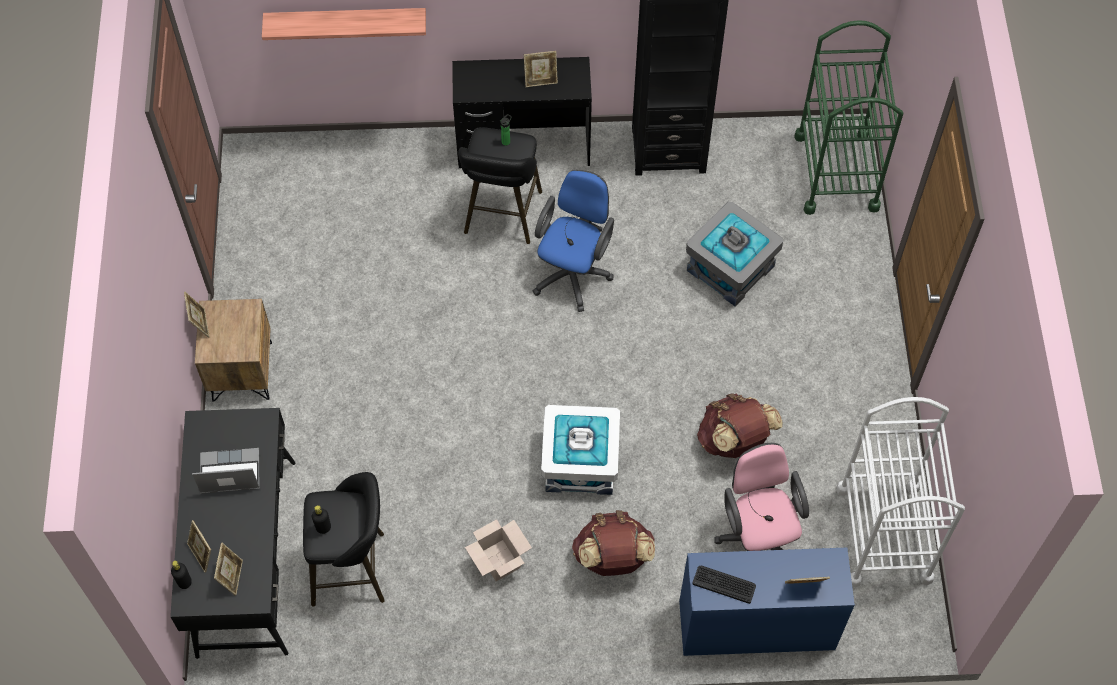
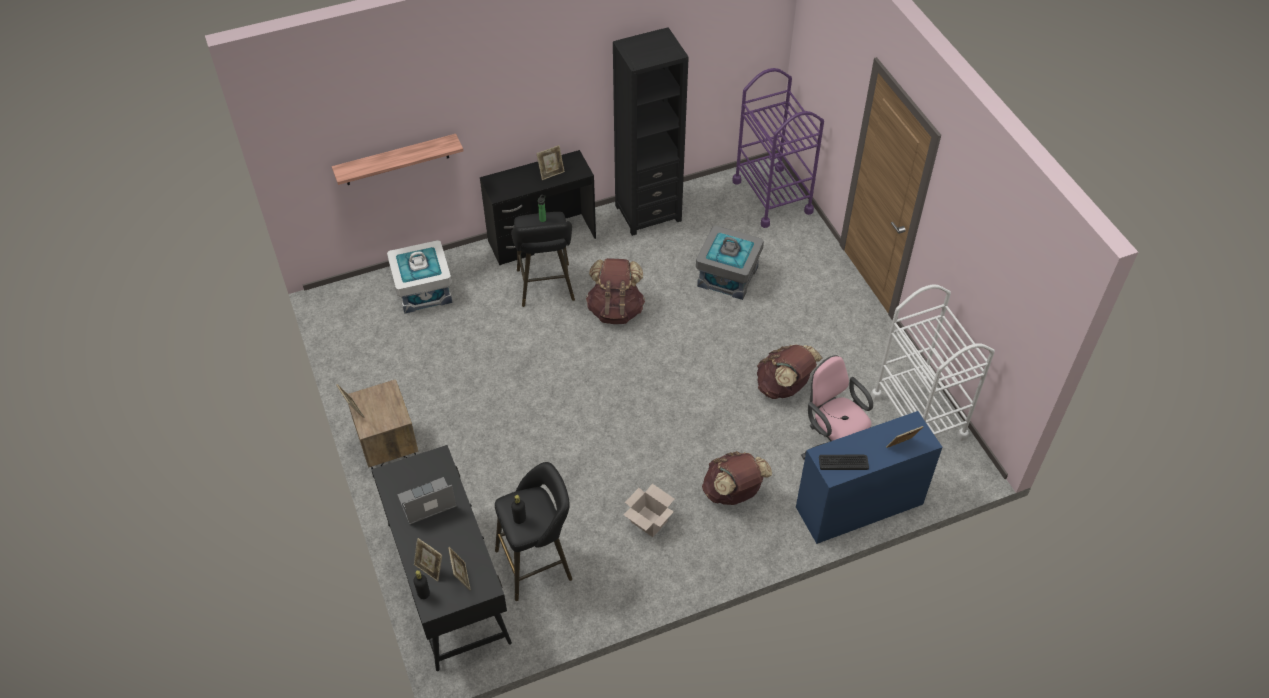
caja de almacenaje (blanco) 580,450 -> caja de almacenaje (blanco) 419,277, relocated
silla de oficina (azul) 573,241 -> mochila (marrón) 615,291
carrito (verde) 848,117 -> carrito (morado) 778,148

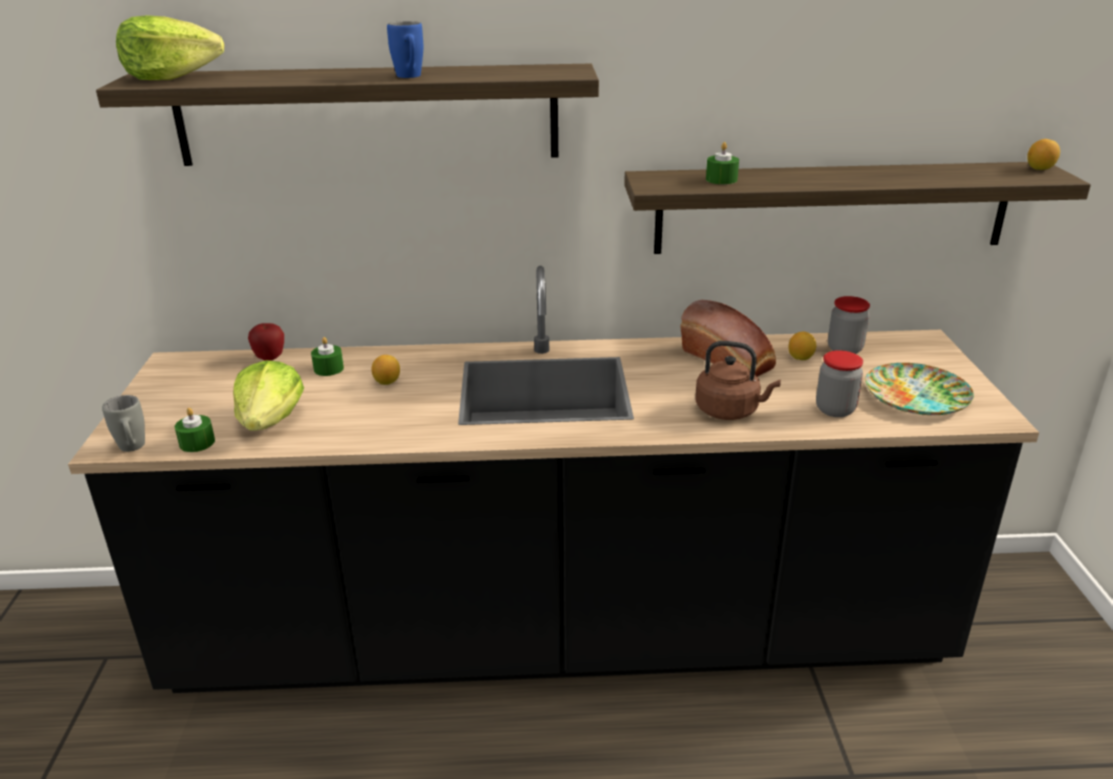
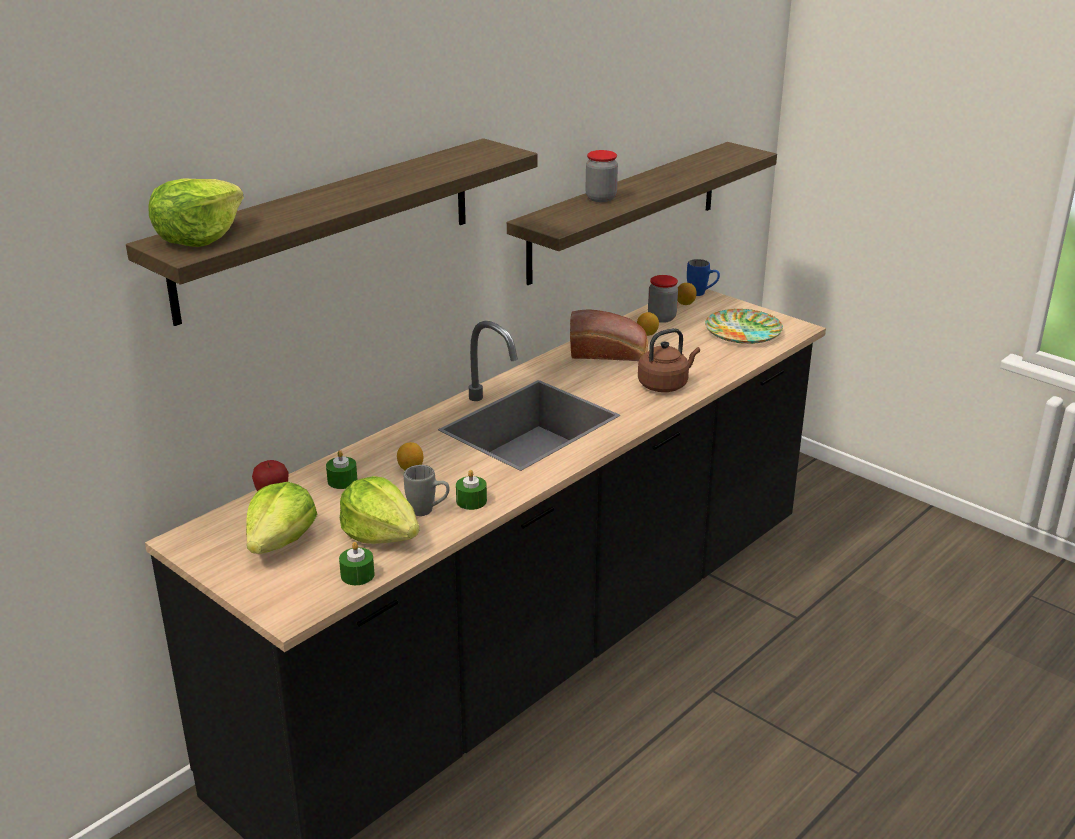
none -> lechuga 281,518
taza grande (gris) 123,423 -> taza grande (gris) 427,490, relocated
taza grande (azul) 405,49 -> taza grande (azul) 703,277, relocated
vela (verde) 722,163 -> vela (verde) 471,490, relocated
tarro 839,383 -> tarro 601,176, relocated
limón 1043,154 -> limón 687,294, relocated

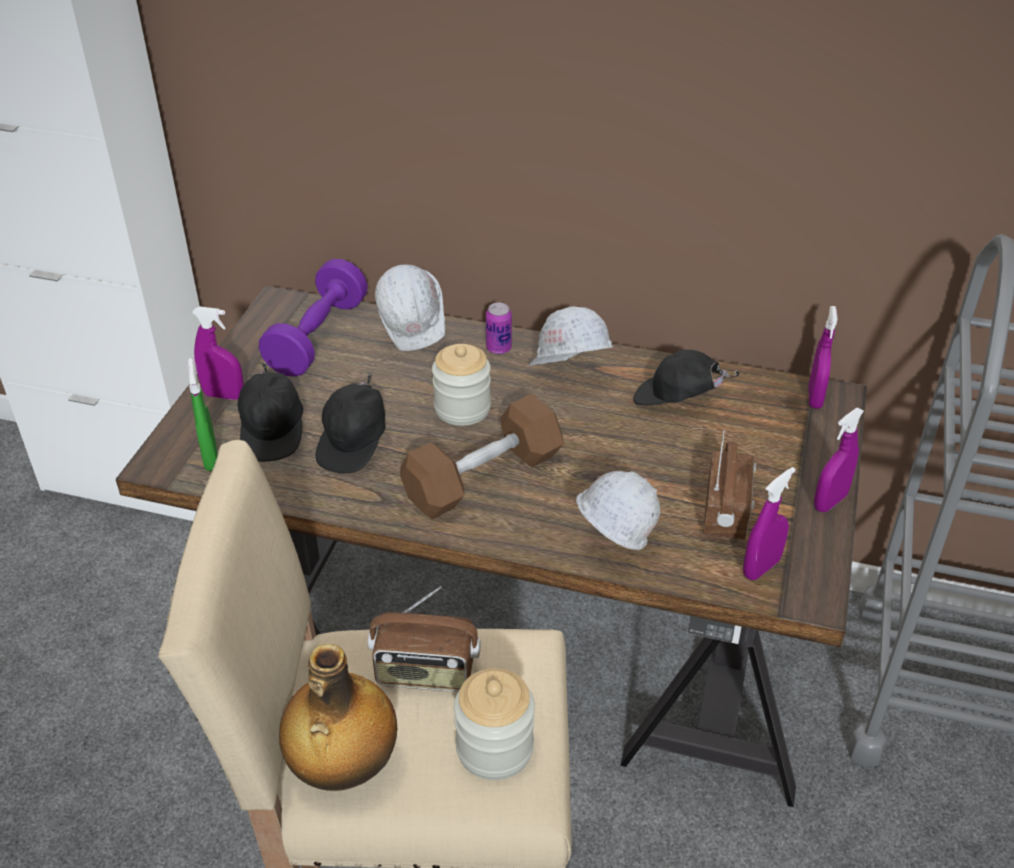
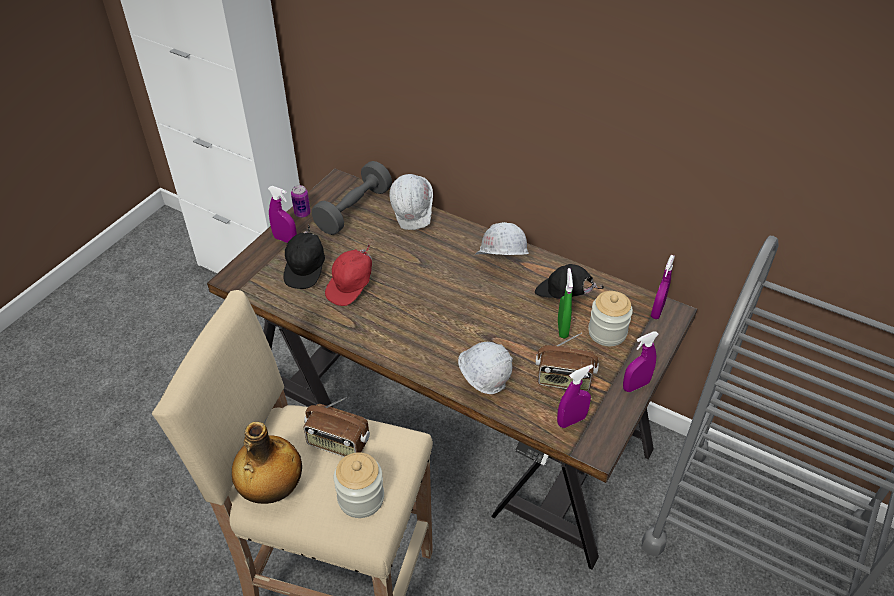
mancuerna (marrón) 482,456 -> none
pulverizador (verde) 202,414 -> pulverizador (verde) 565,303, relocated
tarro 461,385 -> tarro 610,318, relocated
lata 499,328 -> lata 301,201, relocated
mancuerna (morado) 313,318 -> mancuerna (gris) 352,198
gorra (negro) 351,422 -> gorra (rojo) 348,275
radio 729,485 -> radio 567,361, 75 degrees clockwise

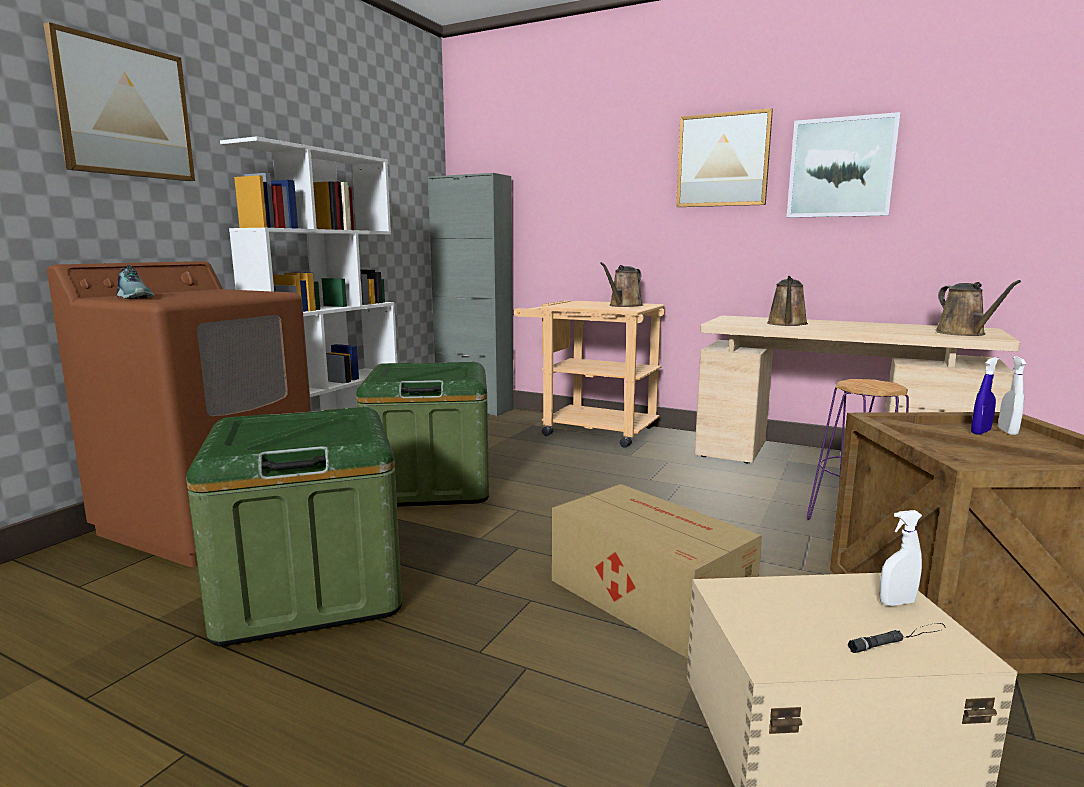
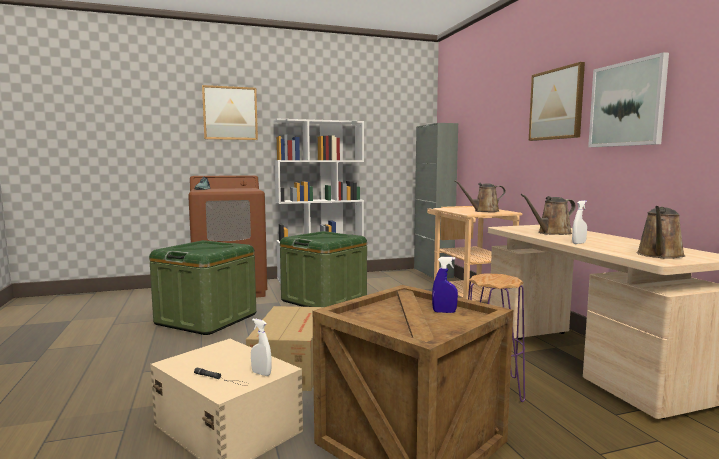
pulverizador (blanco) 1012,395 -> pulverizador (blanco) 579,222, relocated

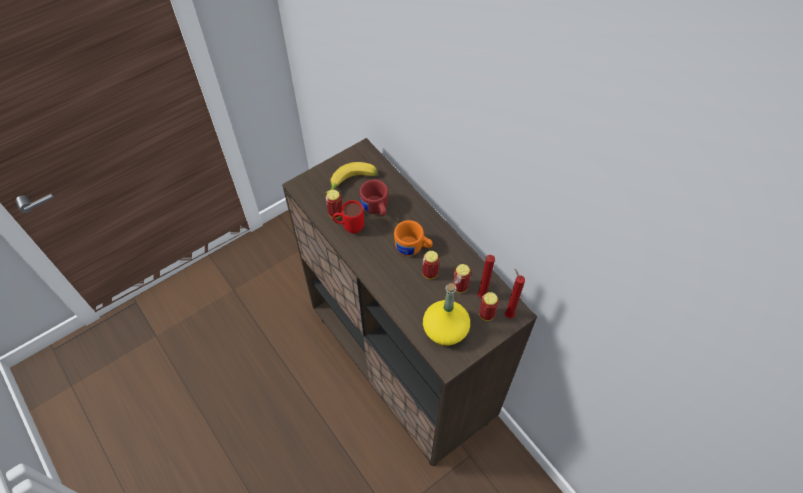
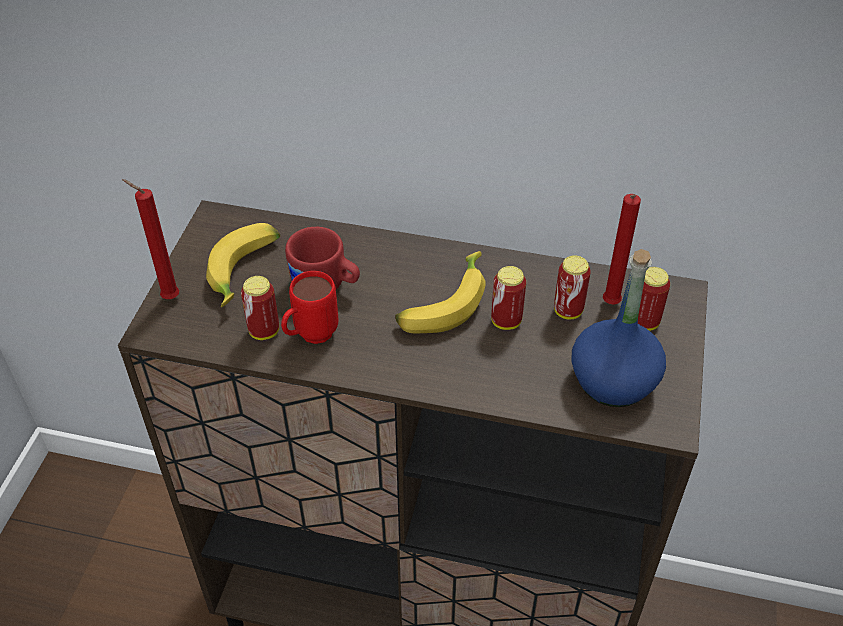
vela (rojo) 515,293 -> vela (rojo) 150,239, relocated
taza grande (naranja) 413,238 -> plátano 440,292
botella (amarillo) 446,314 -> botella (azul) 618,328

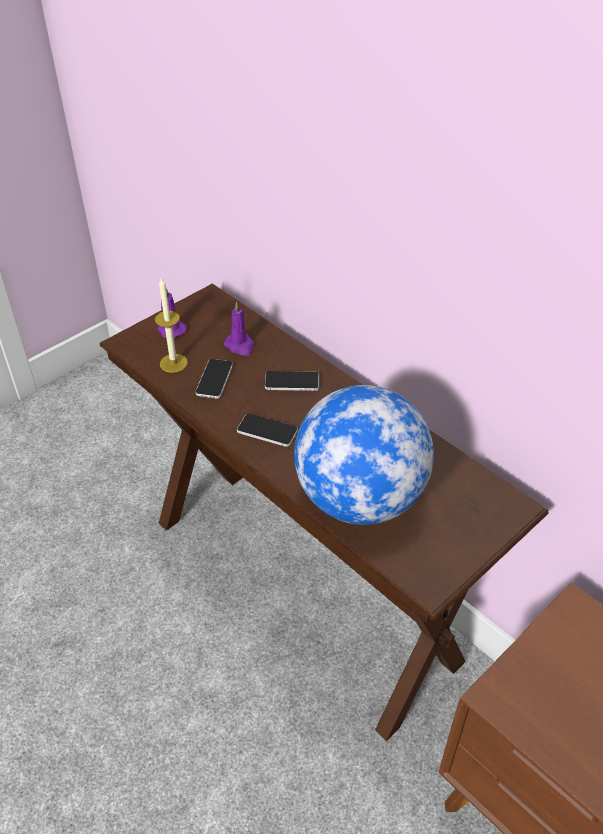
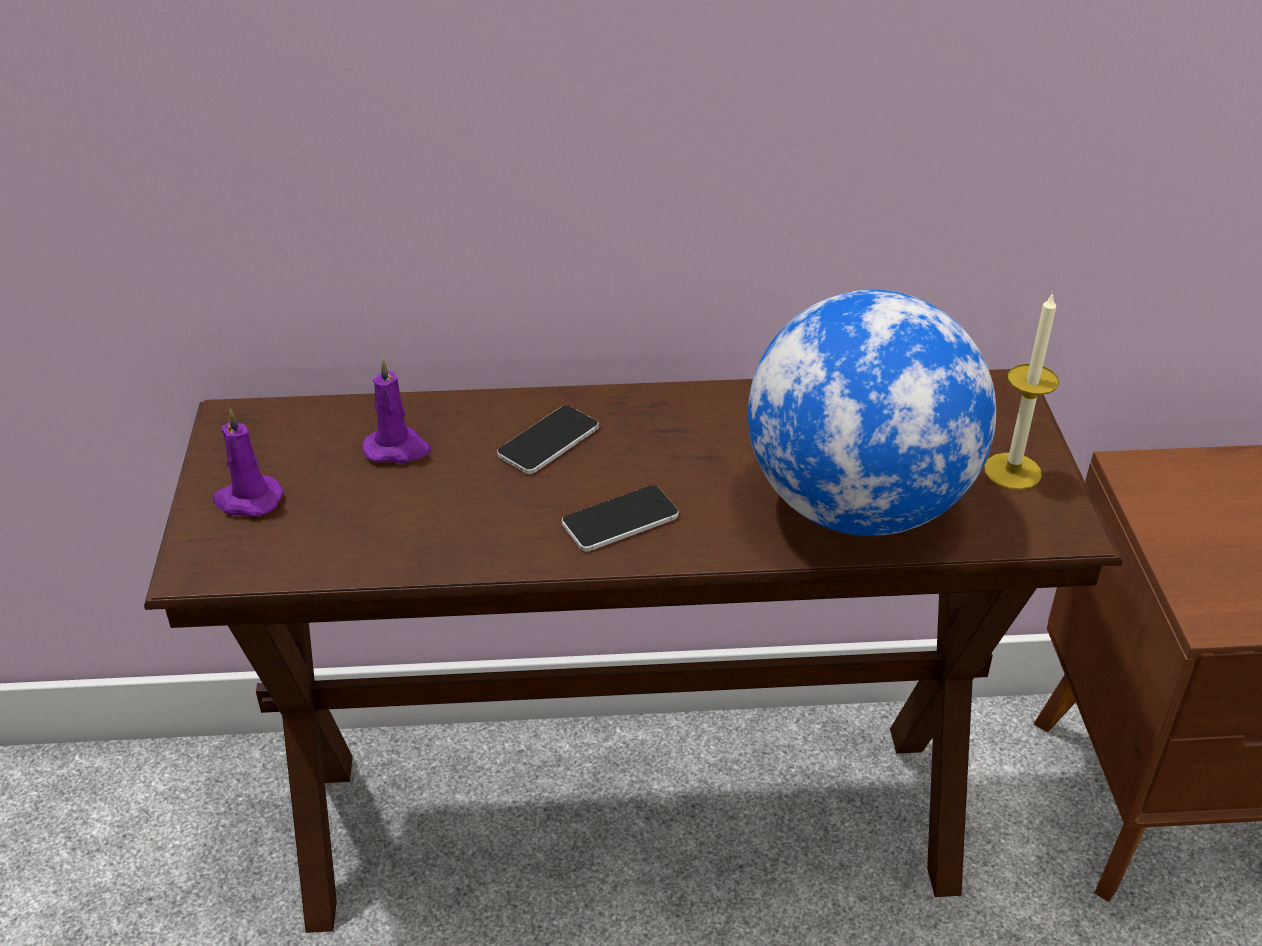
móvil 214,379 -> none
vela 171,325 -> vela 1021,391, relocated

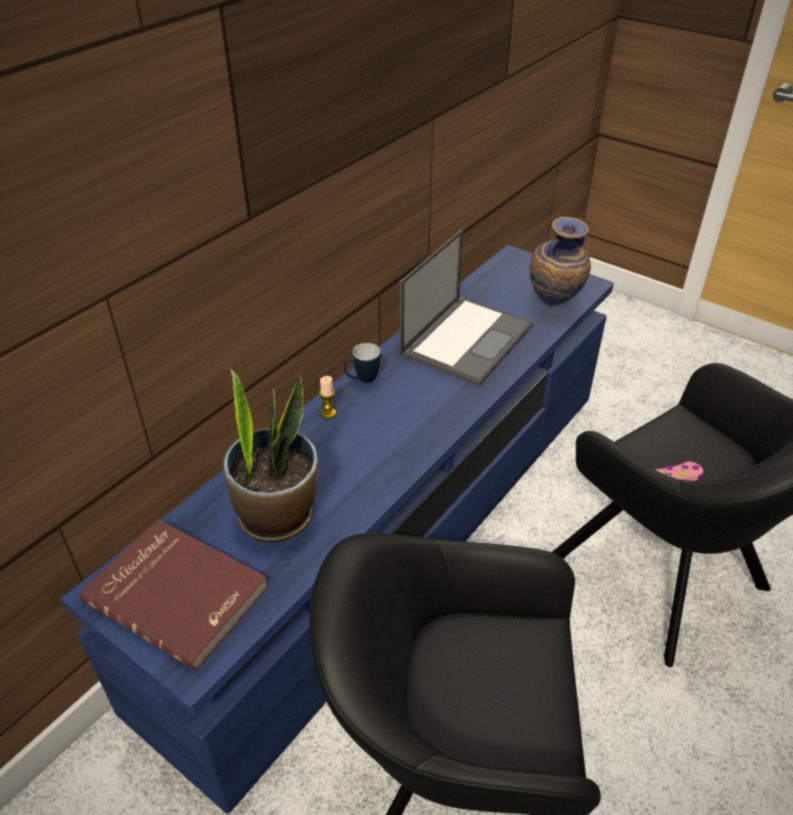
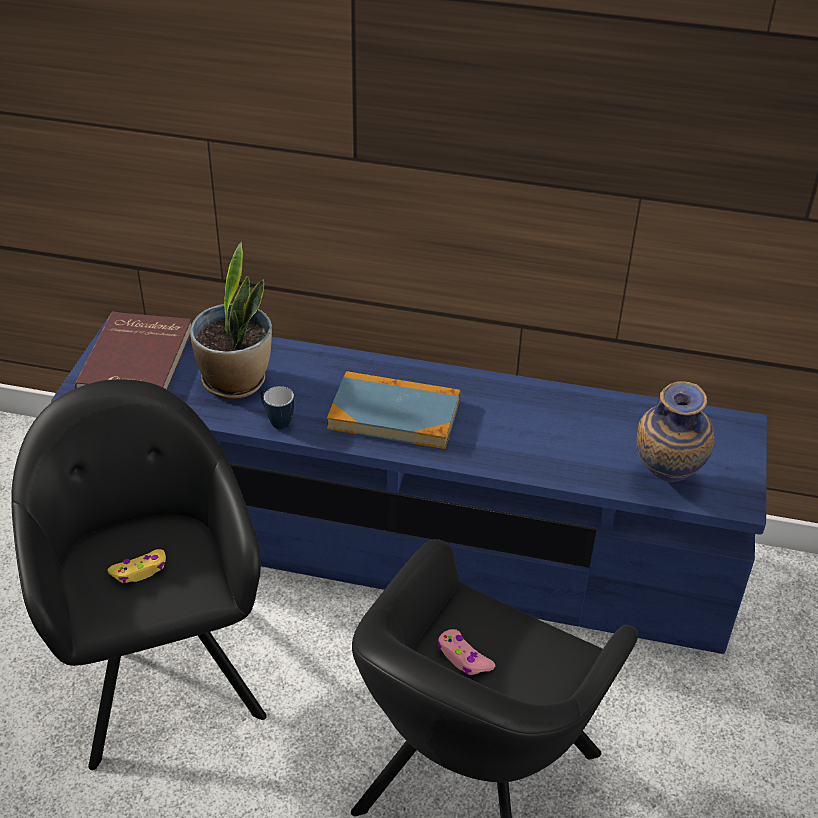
vela 327,397 -> none
portátil 466,307 -> none
none -> mando de consola (amarillo) 136,566
none -> libro 393,410
taza grande 362,363 -> taza grande 277,407, relocated

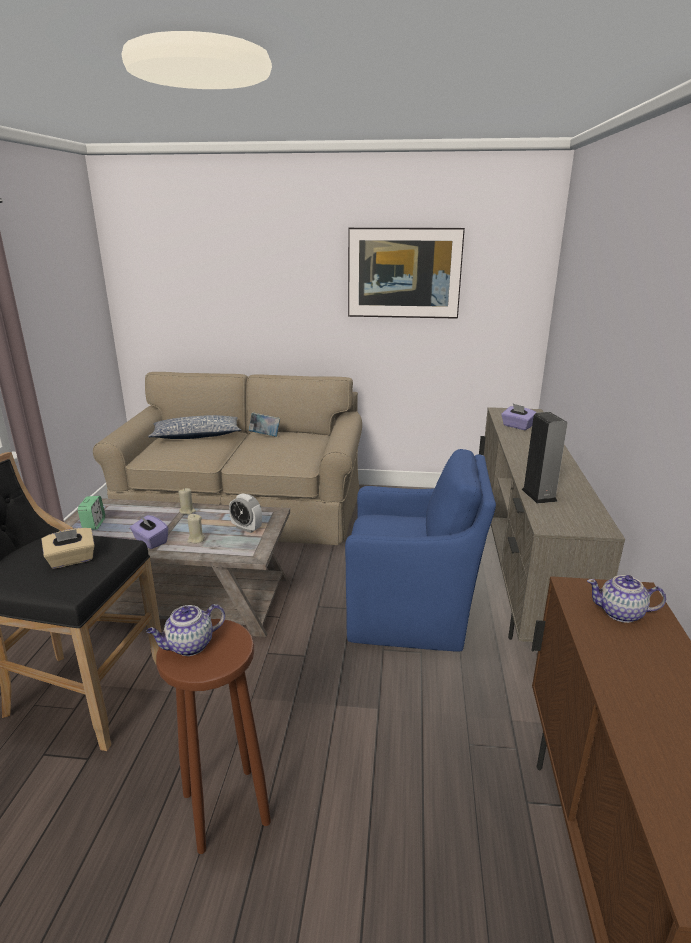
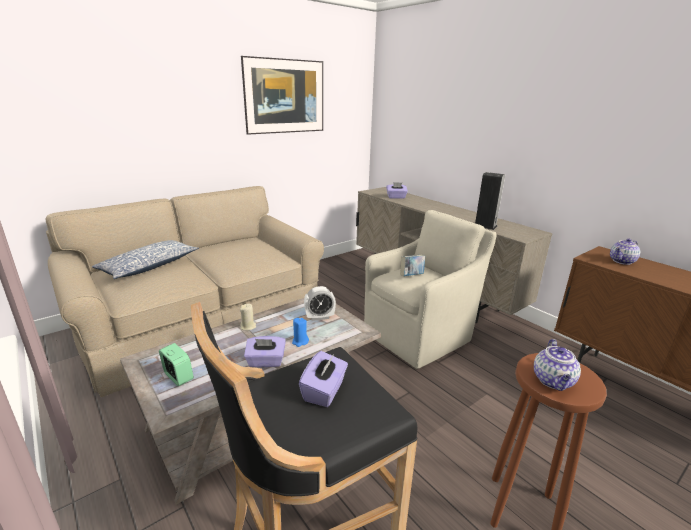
libro 264,424 -> libro 412,265, relocated
caja de pañuelos (beis) 68,548 -> caja de pañuelos (morado) 323,379
vela (beis) 196,528 -> vela (azul) 300,332
sillón (azul) 420,550 -> sillón (beis) 430,289

